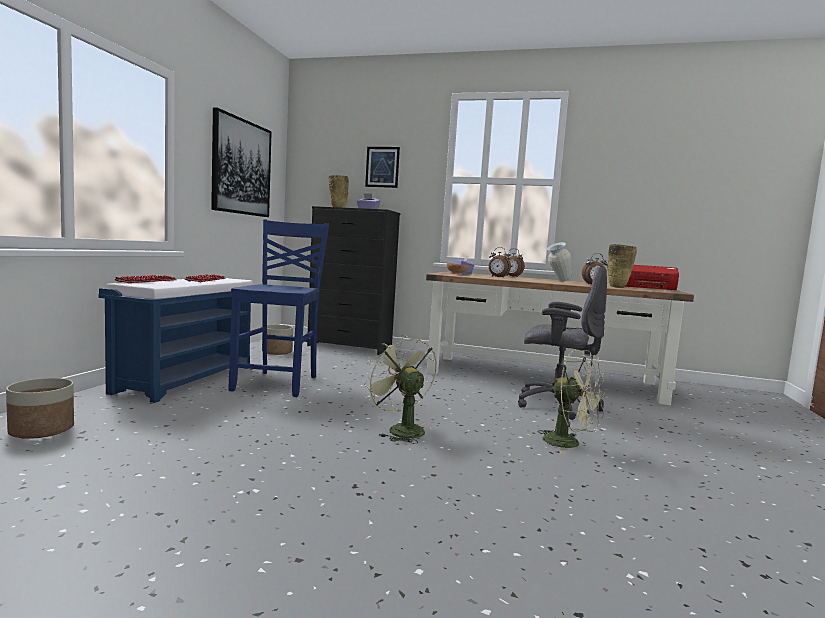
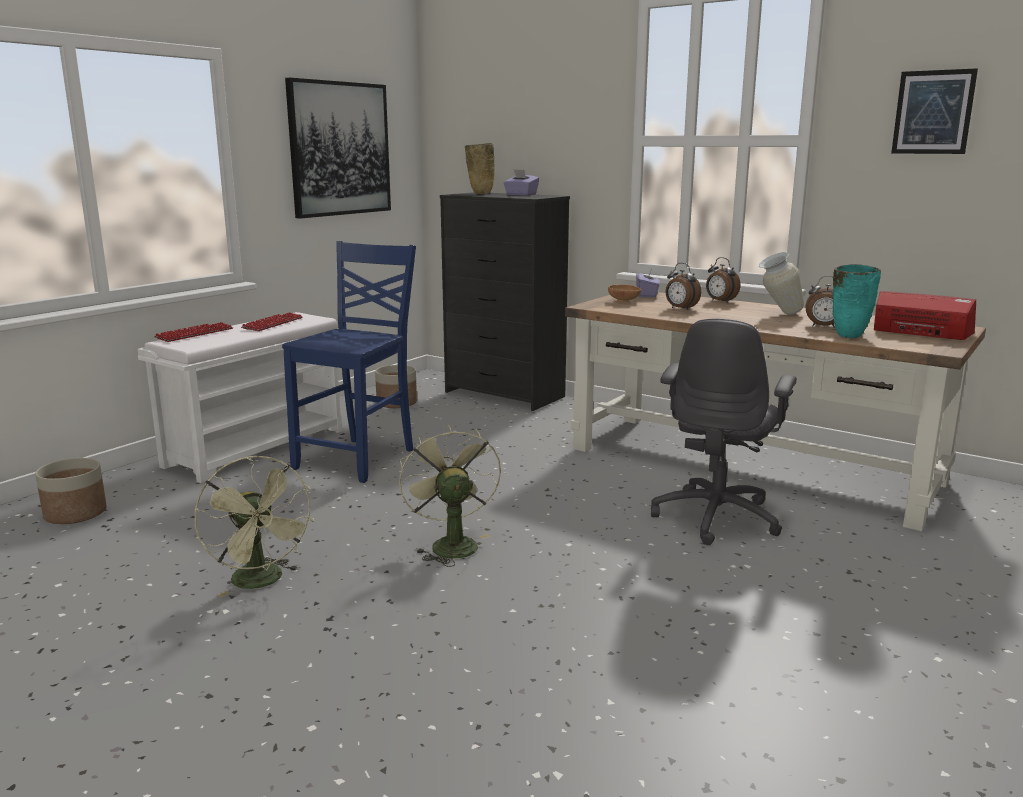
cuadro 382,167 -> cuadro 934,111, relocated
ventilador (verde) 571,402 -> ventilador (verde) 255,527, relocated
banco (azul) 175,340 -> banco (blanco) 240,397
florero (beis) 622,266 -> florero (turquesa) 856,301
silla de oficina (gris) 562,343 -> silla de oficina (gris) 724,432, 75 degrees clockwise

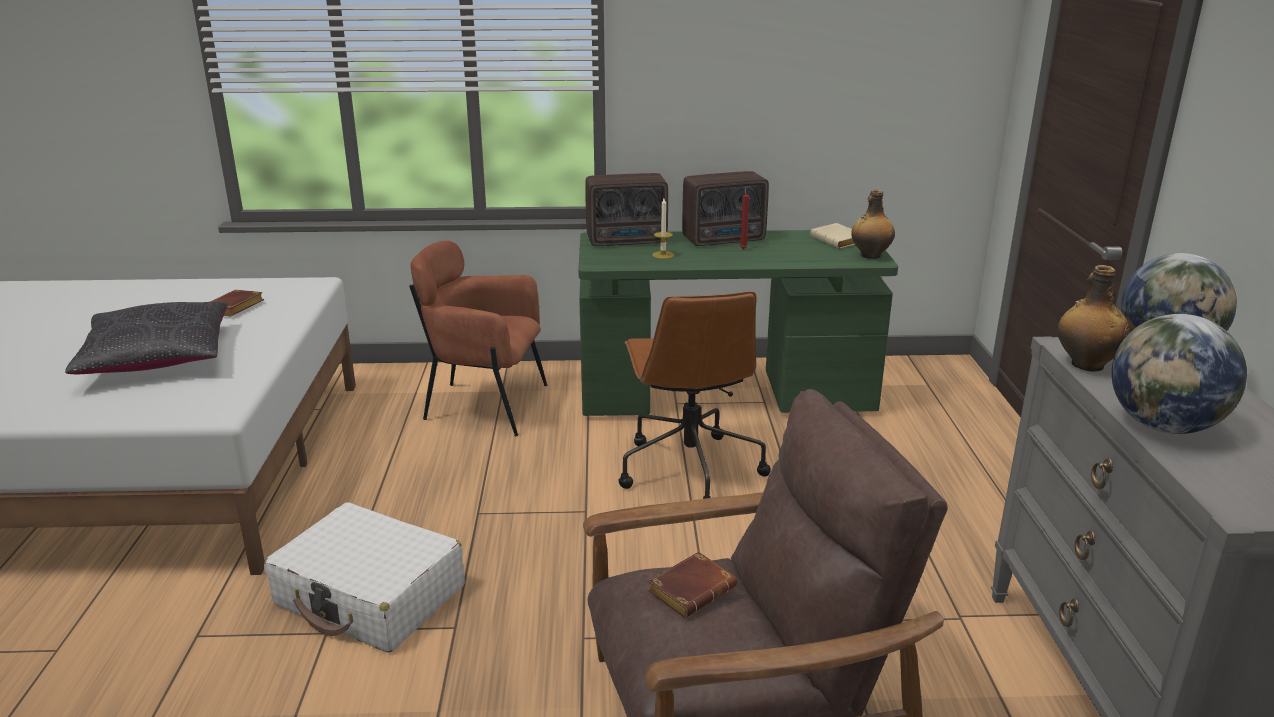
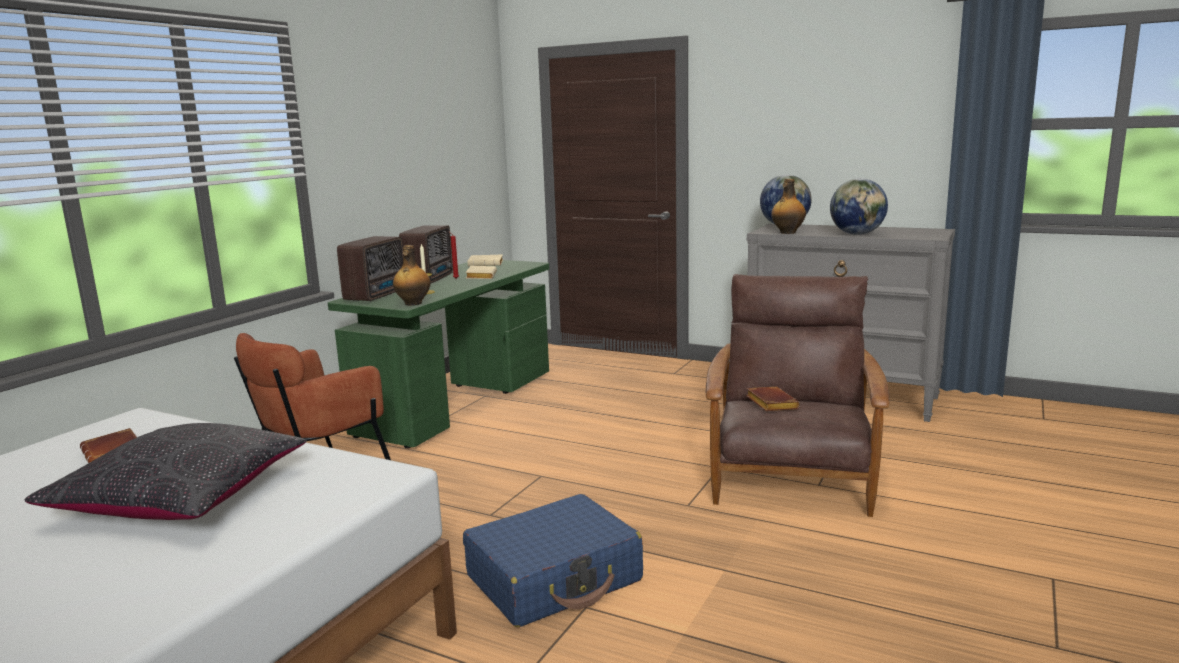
silla de oficina (marrón) 694,395 -> none
none -> libro (beis) 481,272
botella 873,224 -> botella 411,275, relocated
maleta (blanco) 364,577 -> maleta (azul) 553,560

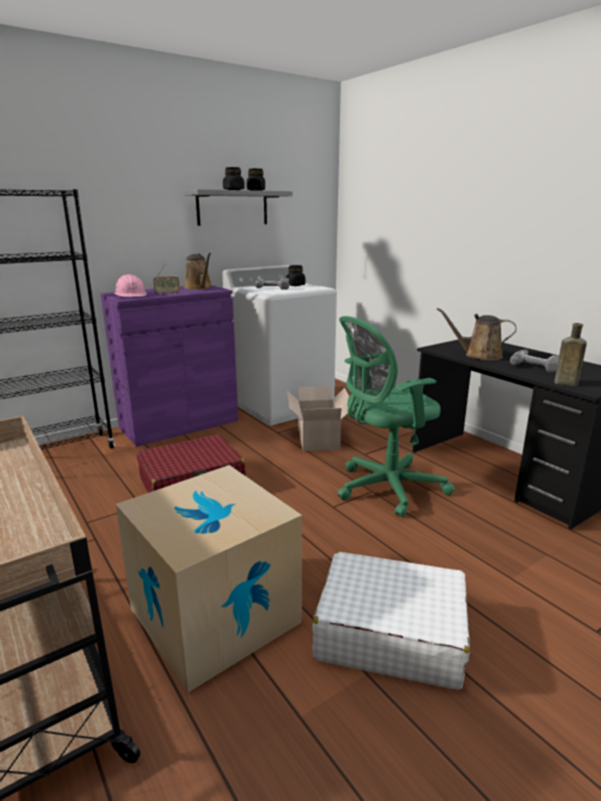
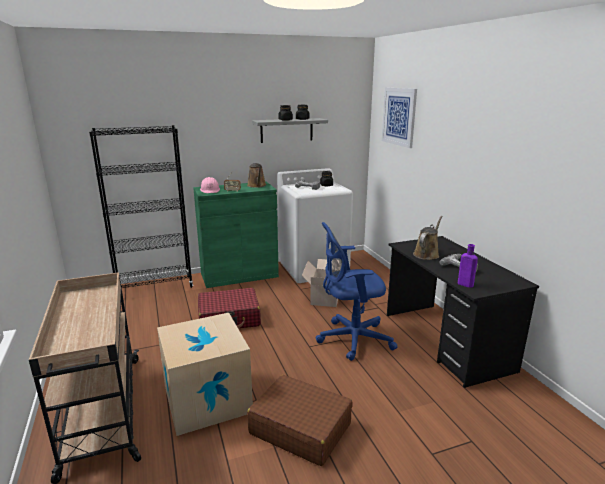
none -> cuadro 399,118
armario (morado) 169,366 -> armario (verde) 236,235
maleta (blanco) 391,621 -> maleta (marrón) 300,420
silla de oficina (verde) 396,416 -> silla de oficina (azul) 357,291
botella (marrón) 570,354 -> botella (morado) 468,266
regadera (marrón) 476,334 -> regadera (marrón) 428,238, 90 degrees clockwise

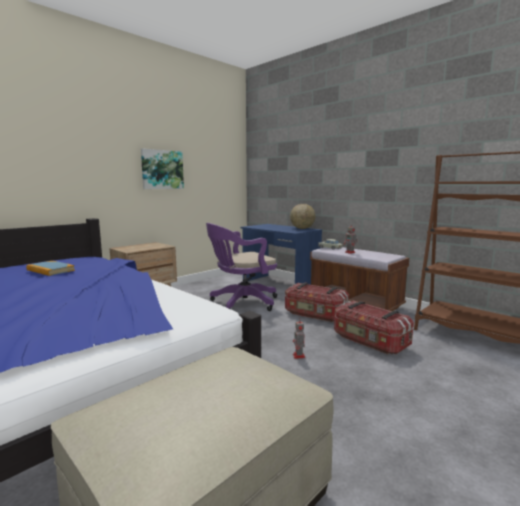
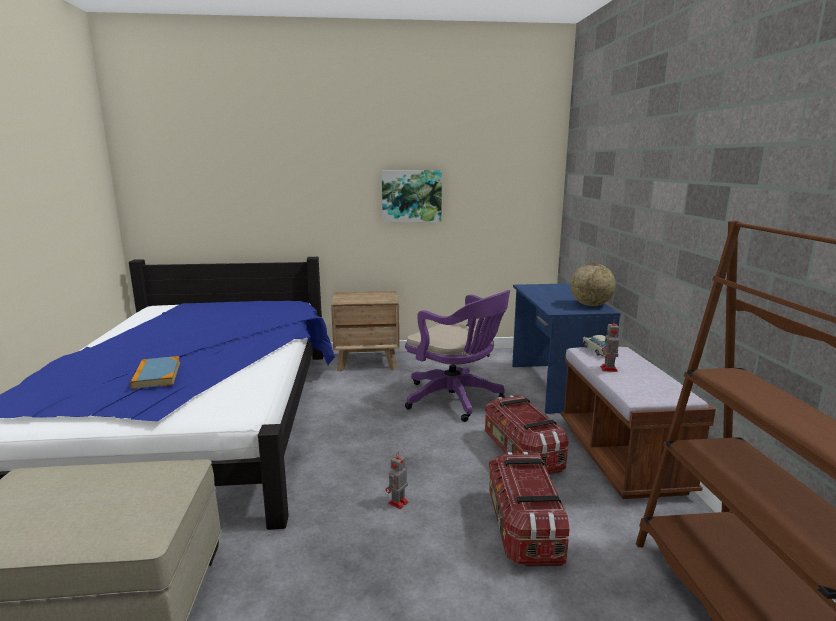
libro 50,268 -> libro 155,372, relocated
silla de oficina (morado) 241,267 -> silla de oficina (morado) 457,356, 150 degrees counterclockwise

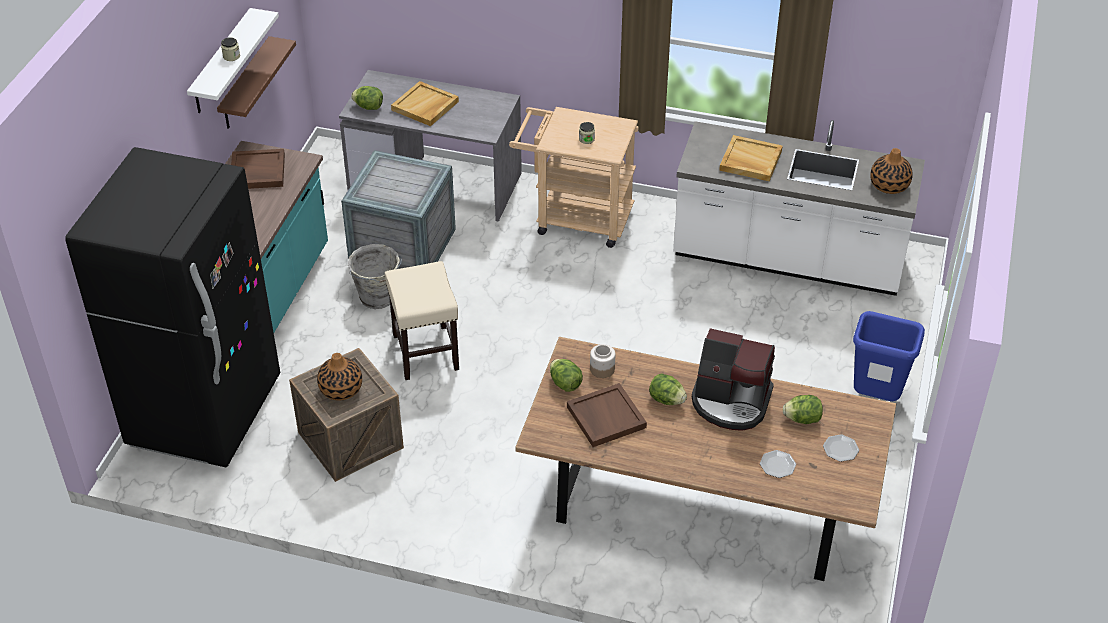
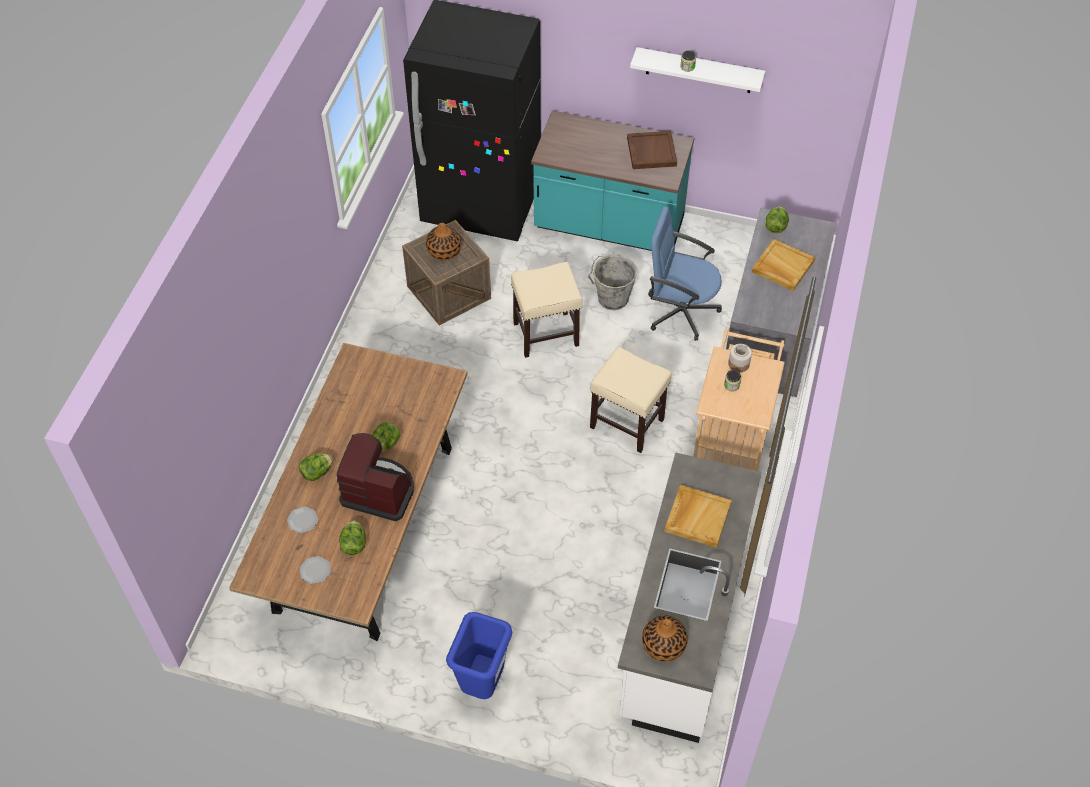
estante (marrón) 256,82 -> none
bandeja (marrón) 607,415 -> none
none -> taburete (beis) 631,400
lechuga 566,375 -> lechuga 316,467, relocated
tarro 602,361 -> tarro 740,358, relocated
caja de embalaje 398,209 -> silla de oficina (azul) 685,274
cafetera 733,379 -> cafetera 375,477, 90 degrees clockwise

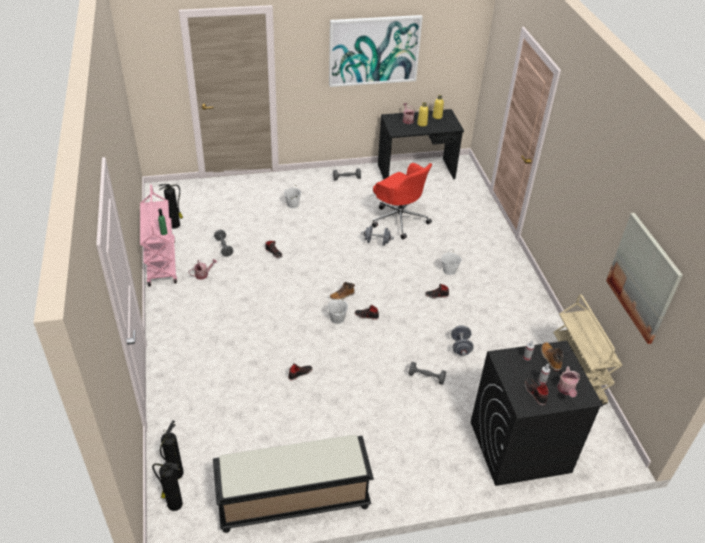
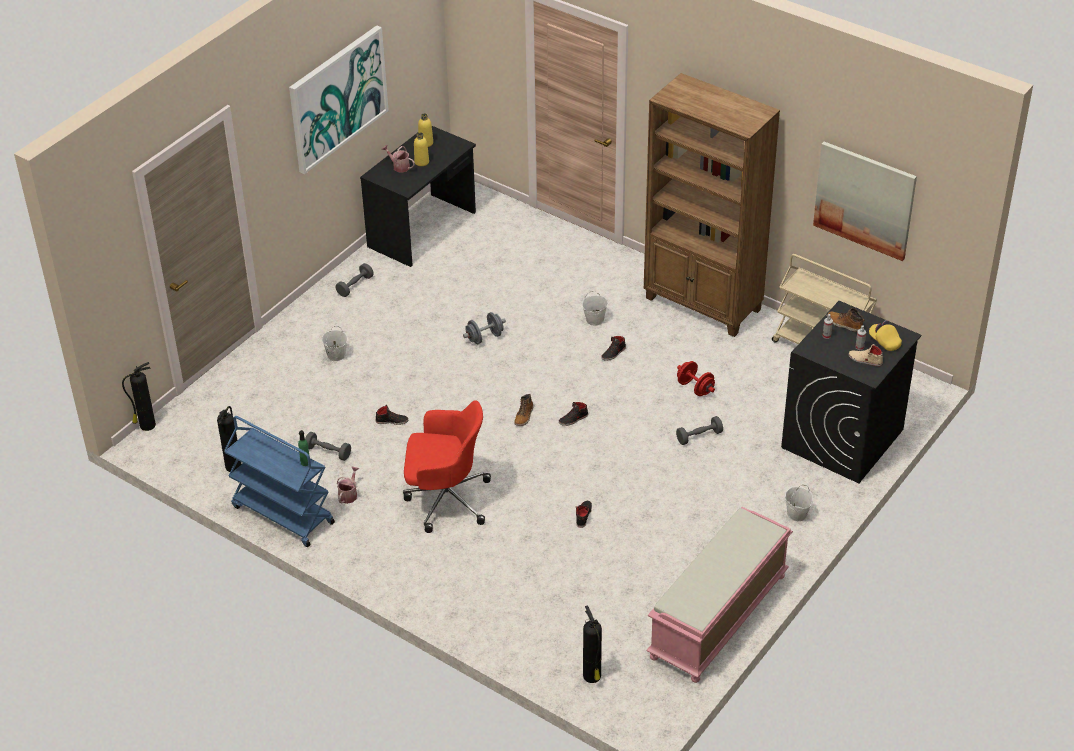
none -> estantería (marrón) 712,205
extintor 167,486 -> extintor 139,396, relocated
cubo (blanco) 338,311 -> cubo (blanco) 799,503, relocated
silla de oficina (rojo) 402,201 -> silla de oficina (rojo) 447,466, relocated
regadera 568,382 -> gorra (amarillo) 885,335
carrito (rosa) 158,235 -> carrito (azul) 279,481
banco (negro) 293,484 -> banco (rosa) 719,595
mancuerna (gris) 462,340 -> mancuerna (rojo) 696,378
zapato (negro) 537,392 -> zapato (beis) 865,355

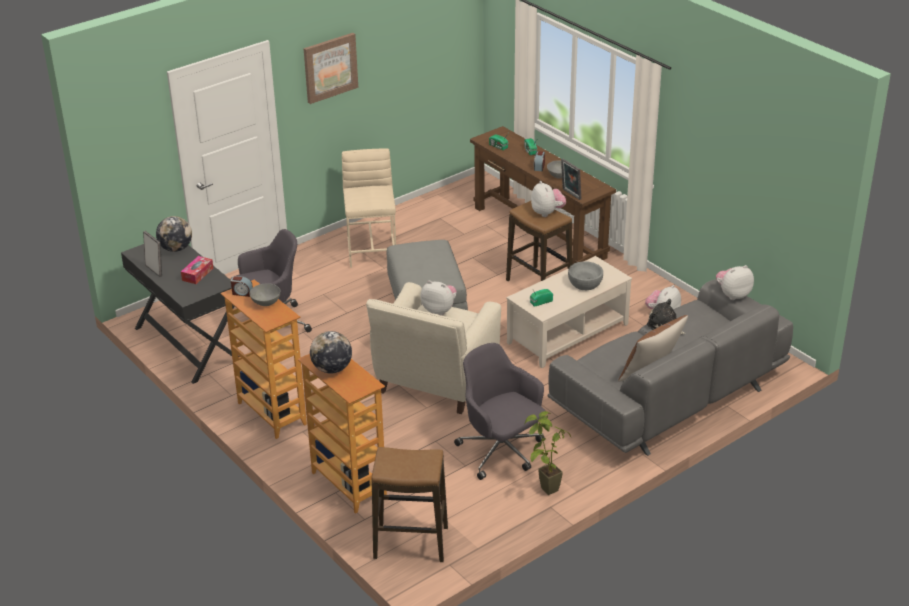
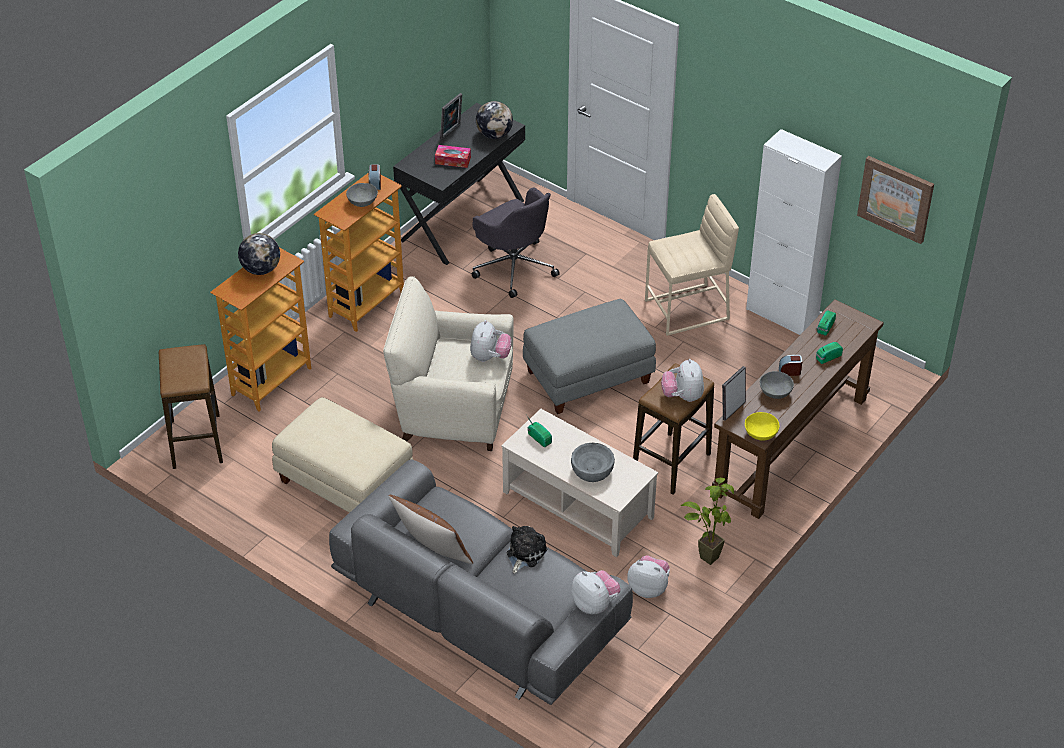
none -> cuenco (amarillo) 762,426
none -> armario (blanco) 794,232
cuadro 331,68 -> cuadro 895,200, relocated
planta en maceta 547,453 -> planta en maceta 707,521, relocated
silla de oficina (gris) 499,411 -> puf (beis) 342,455
peluche 548,199 -> peluche 682,380, 120 degrees clockwise

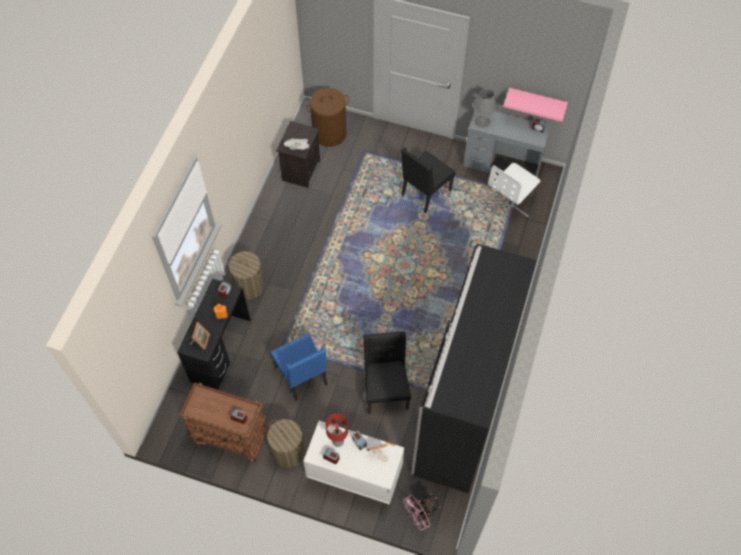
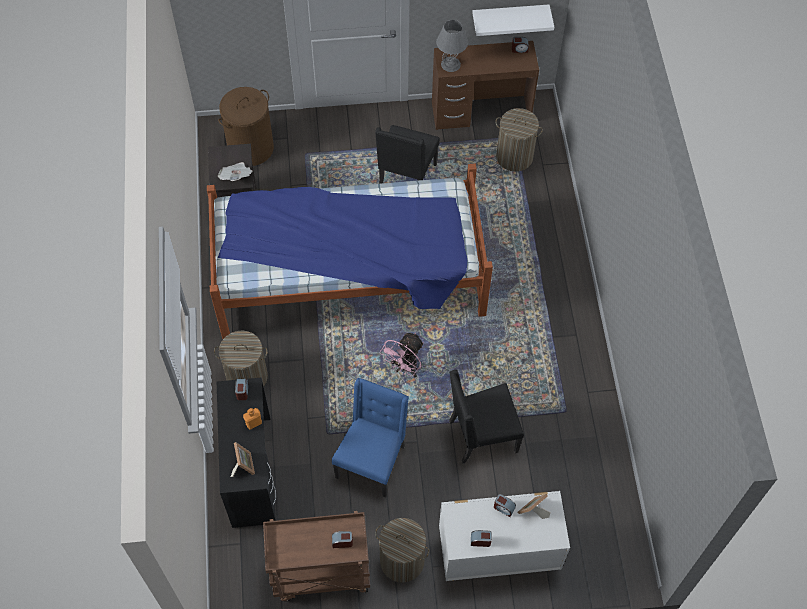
lámpara de mesa (rojo) 336,430 -> none
armario ropero (negro) 474,368 -> none
none -> cama 350,251
ventilador (rosa) 421,511 -> ventilador (rosa) 402,355, relocated
silla de oficina (blanco) 513,193 -> cesto de la ropa 519,140
escritorio (gris) 507,144 -> escritorio (marrón) 485,85
estante (rosa) 535,105 -> estante (blanco) 513,20
silla (azul) 299,367 -> silla (azul) 370,438, 105 degrees counterclockwise
silla (negro) 387,372 -> silla (negro) 486,417, 75 degrees counterclockwise

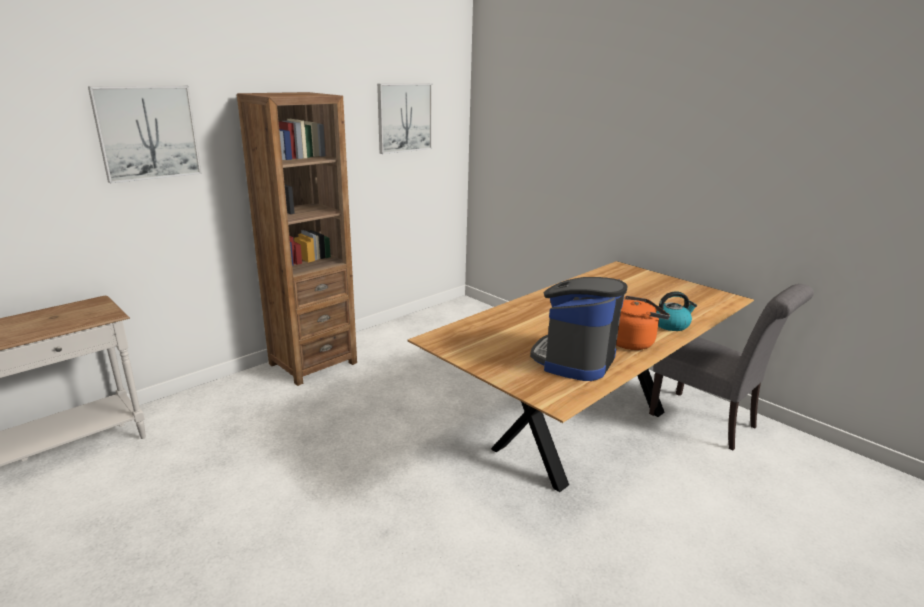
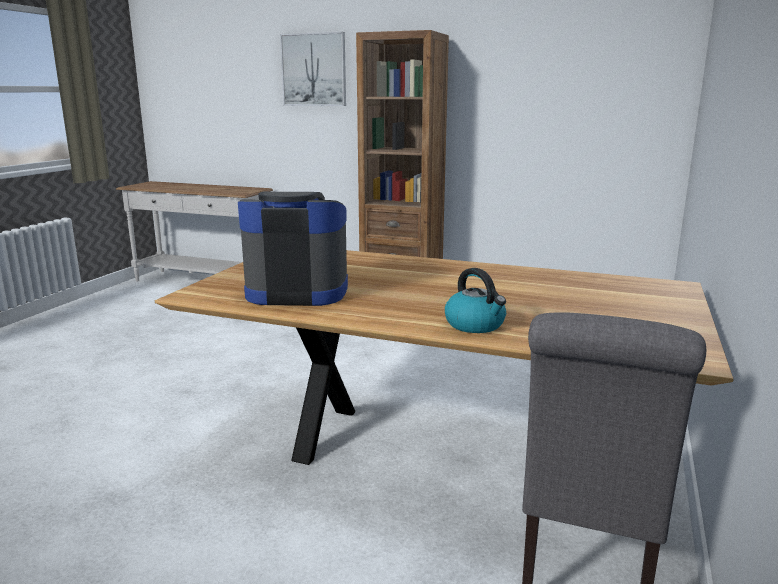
cuadro 404,118 -> none
hervidor (naranja) 643,323 -> none

